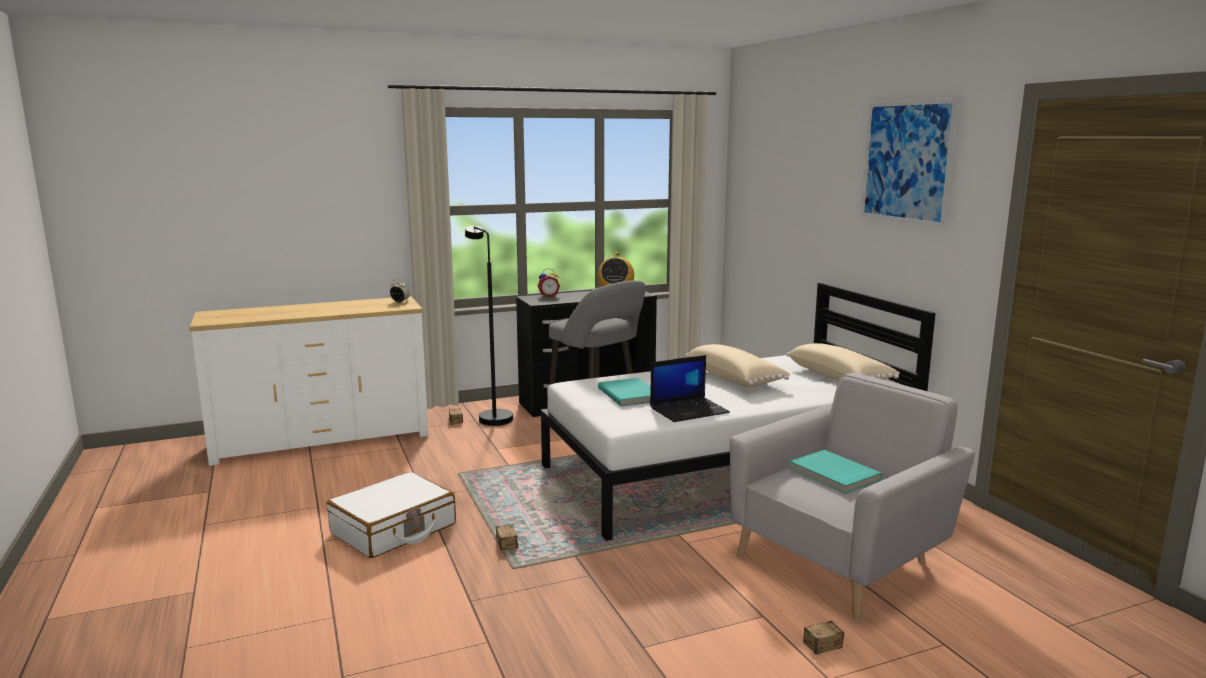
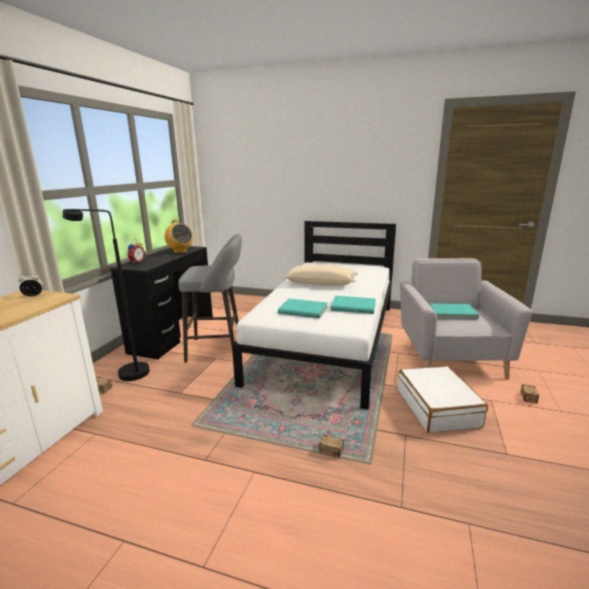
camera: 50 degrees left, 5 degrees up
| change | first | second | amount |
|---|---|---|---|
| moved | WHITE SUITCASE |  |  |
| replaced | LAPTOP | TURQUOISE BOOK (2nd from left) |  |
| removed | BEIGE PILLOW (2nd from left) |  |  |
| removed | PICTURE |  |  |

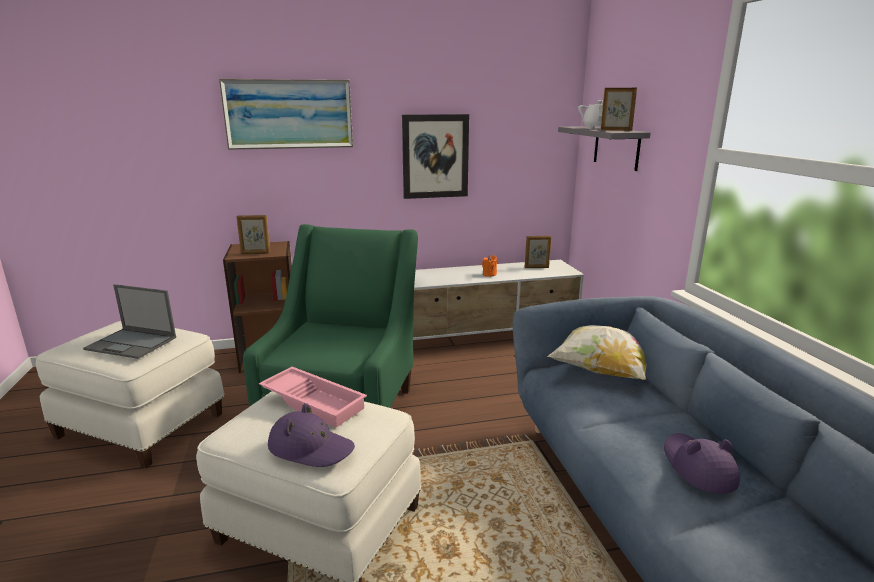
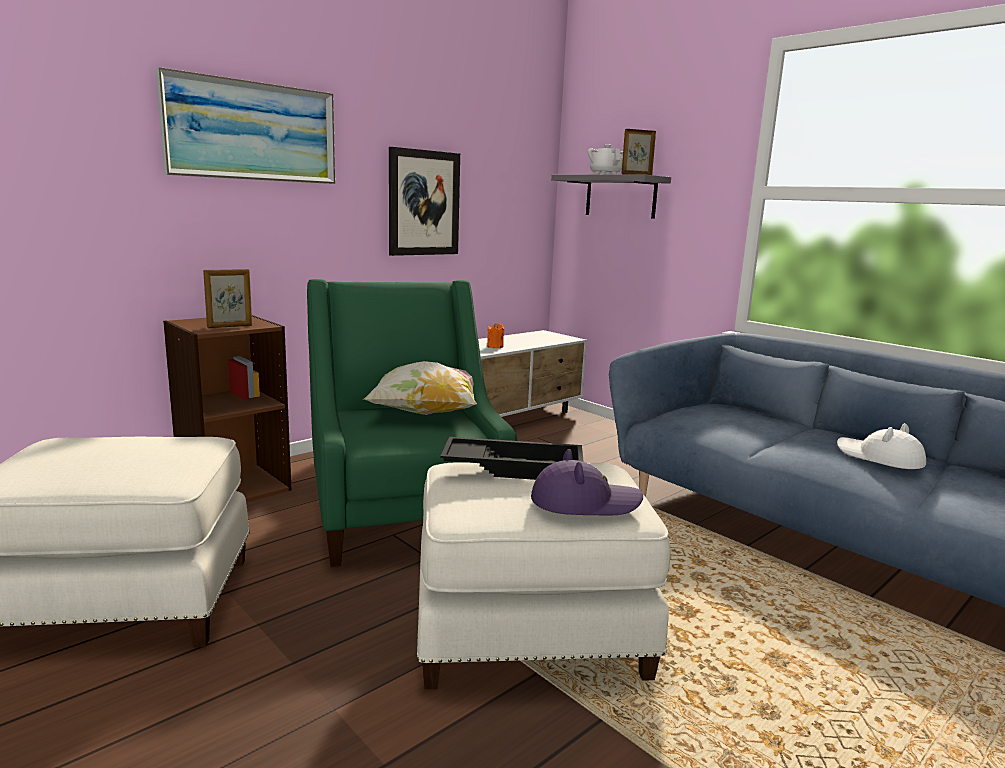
camera: 30 degrees left, 5 degrees down
| change | first | second | amount |
|---|---|---|---|
| removed | LAPTOP |  |  |
| recoloured | PINK TRAY | BLACK TRAY |  |
| removed | PICTURE FRAME (2nd from left) |  |  |
| moved | PILLOW |  |  |
| recoloured | PURPLE HAT (2nd from left) | WHITE HAT |  |

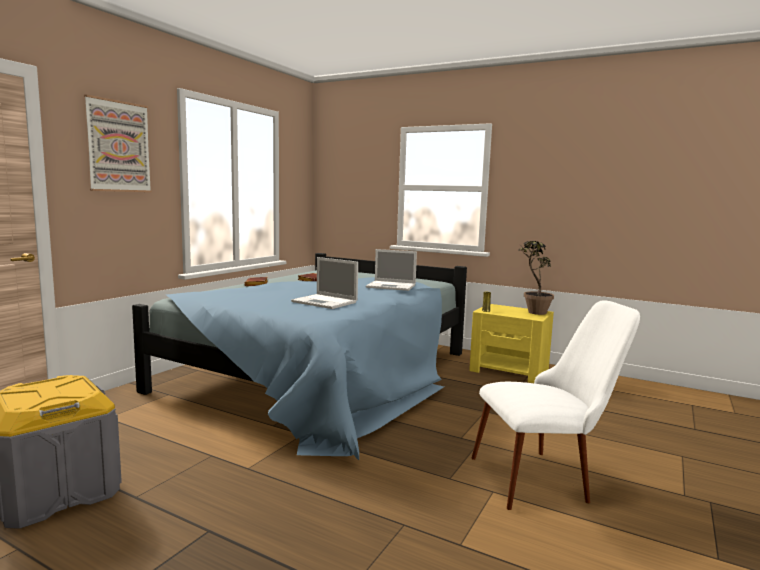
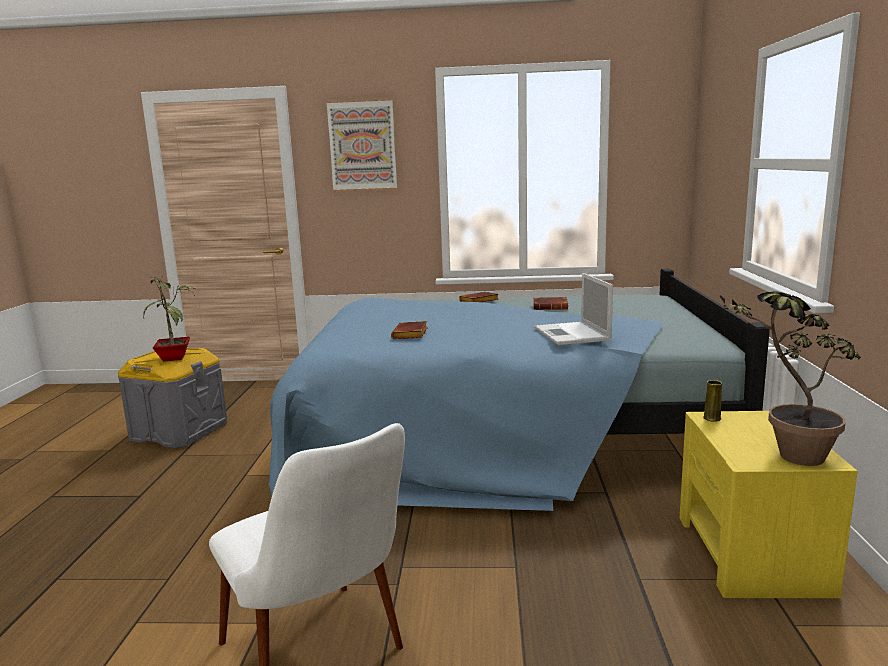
camera: 65 degrees right, 5 degrees up
| change | first | second | amount |
|---|---|---|---|
| replaced | LAPTOP (1st from left) | BROWN BOOK (1st from left) |  |
| added |  | POTTED PLANT (1st from left) |  |

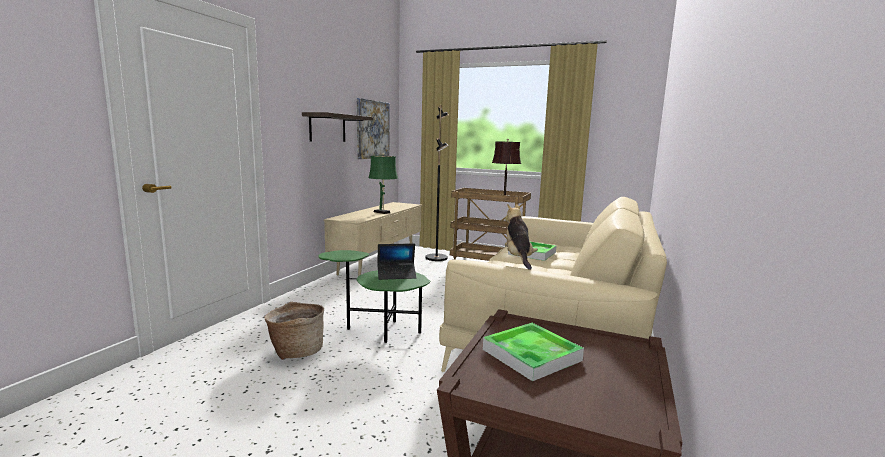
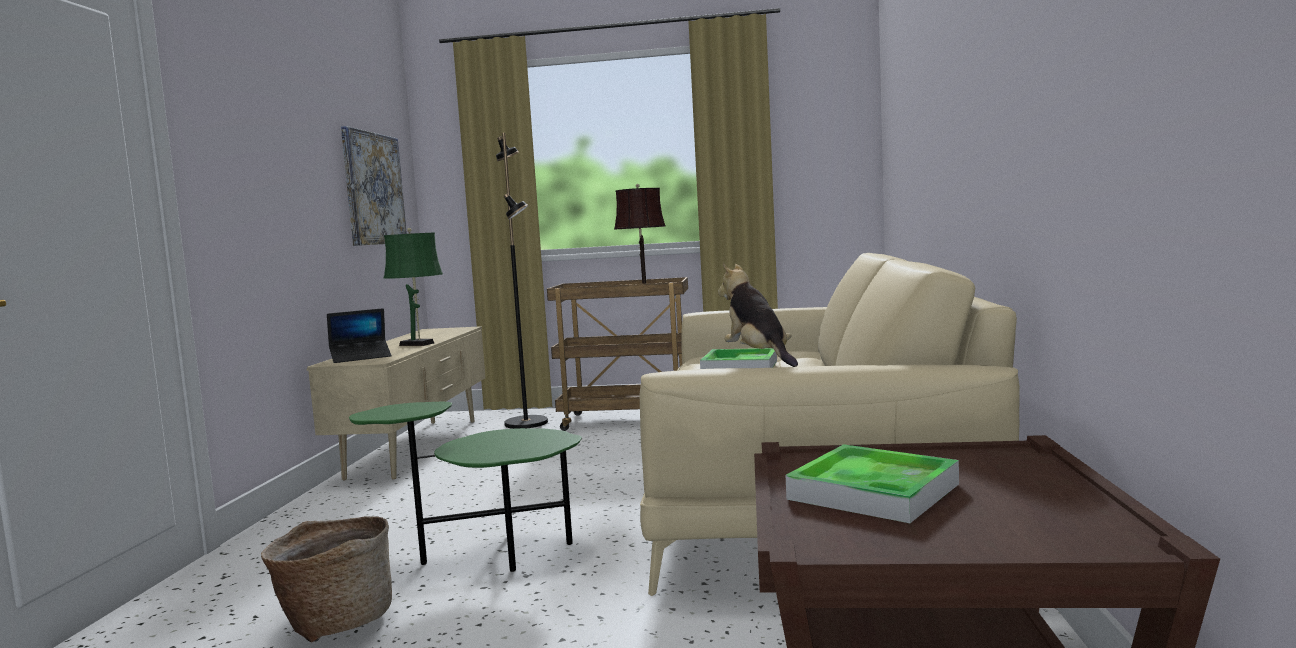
camera: 15 degrees left, 5 degrees down
| change | first | second | amount |
|---|---|---|---|
| removed | SHELF |  |  |
| moved | LAPTOP |  |  |

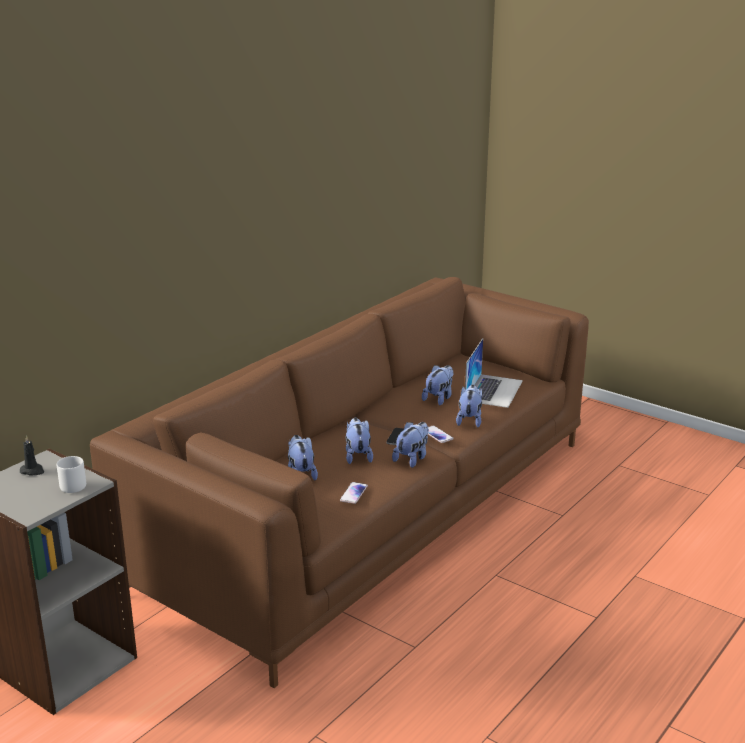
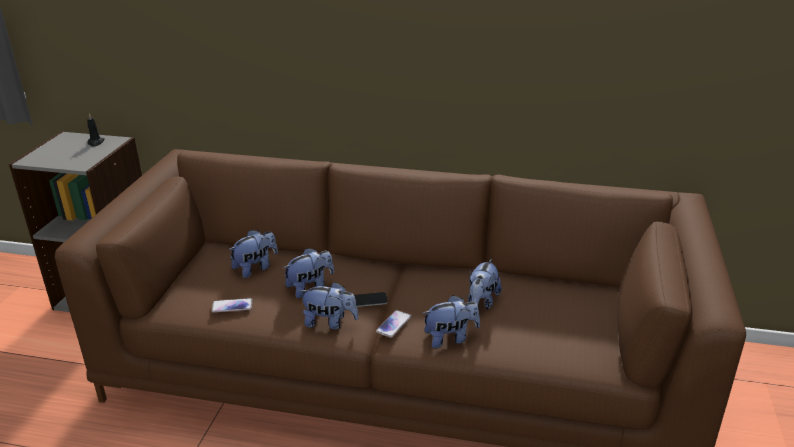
camera: 65 degrees right, 5 degrees up
| change | first | second | amount |
|---|---|---|---|
| removed | GREY MUG |  |  |
| turned | PLUSH TOY (4th from left in the first image) | PLUSH TOY (5th from left) | 105 degrees clockwise |
| removed | LAPTOP |  |  |

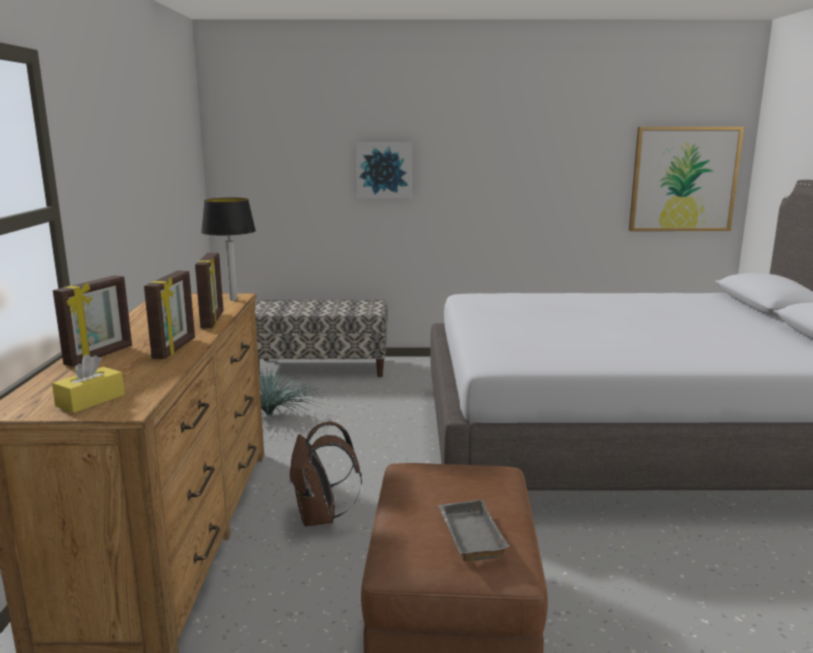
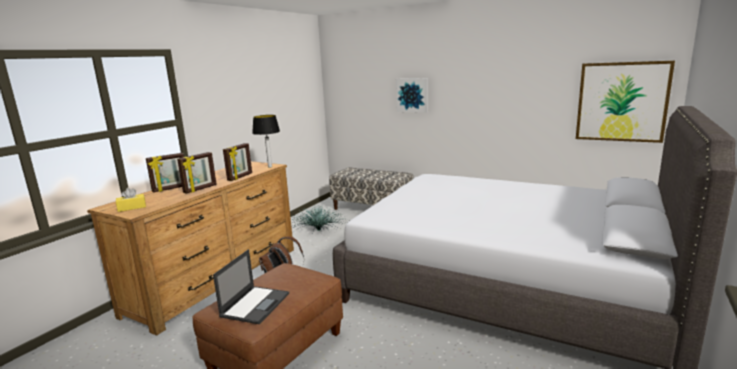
camera: 30 degrees right, 0 degrees up
| change | first | second | amount |
|---|---|---|---|
| replaced | GREY TRAY | LAPTOP |  |

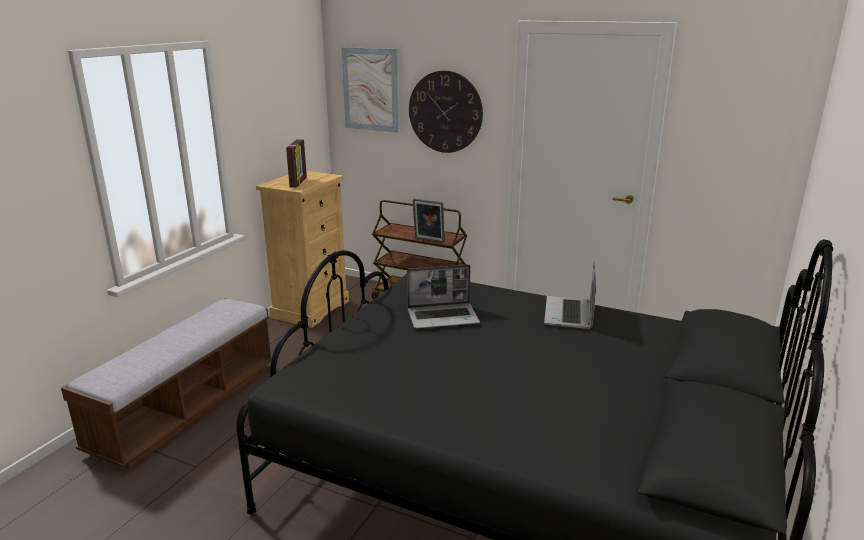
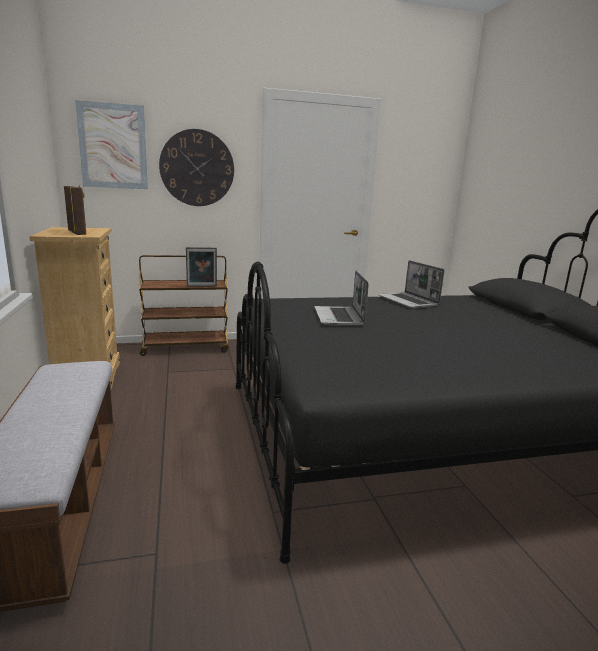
camera: 40 degrees left, 5 degrees down
| change | first | second | amount |
|---|---|---|---|
| turned | LAPTOP (1st from left) |  | 135 degrees clockwise |

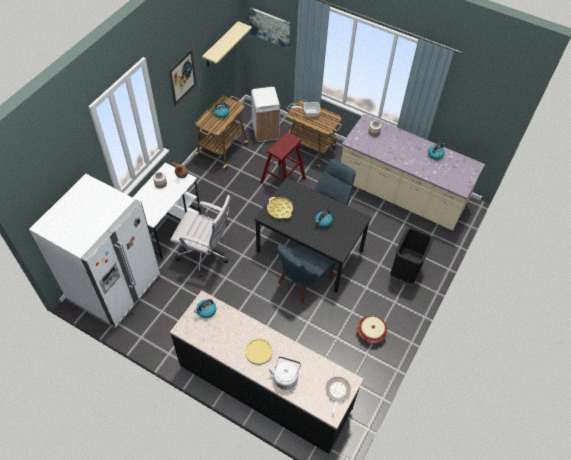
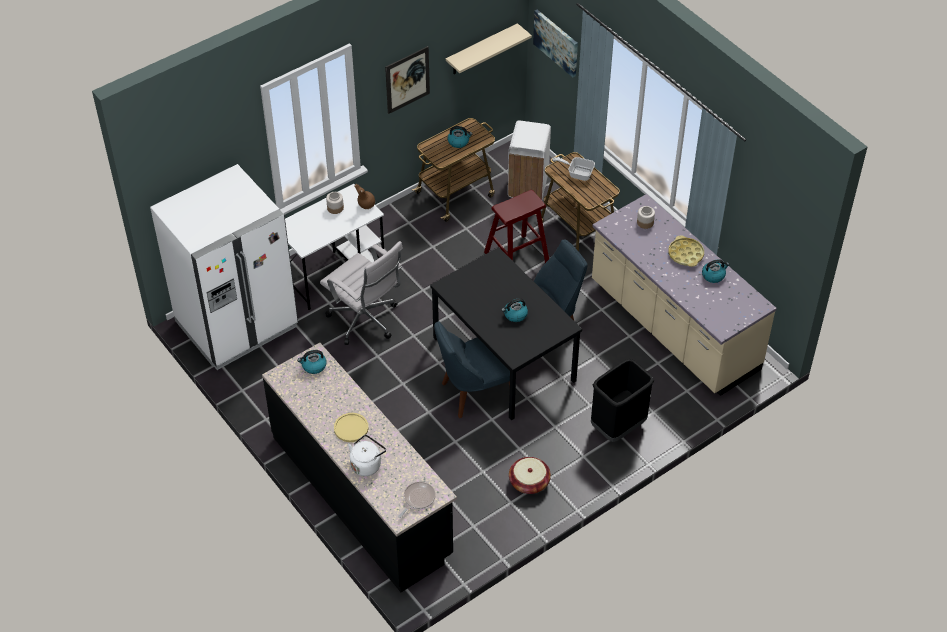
camera: 25 degrees right, 5 degrees down
| change | first | second | amount |
|---|---|---|---|
| moved | YELLOW TRAY |  |  |

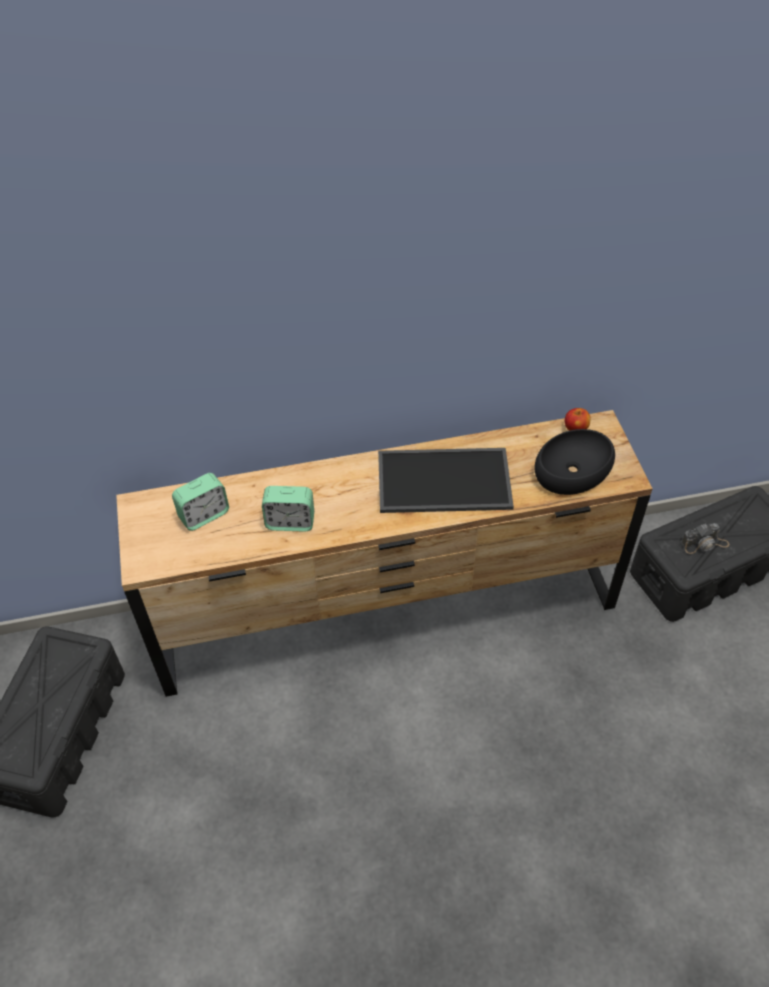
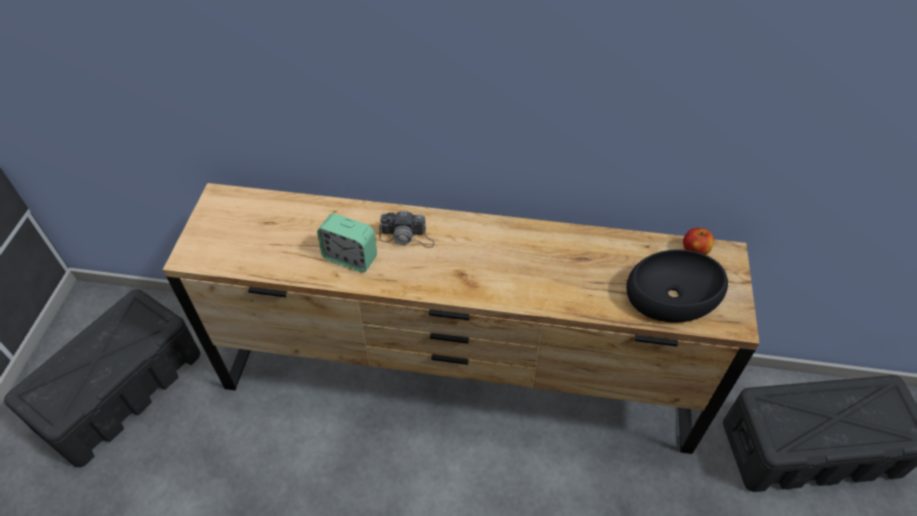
camera: 20 degrees right, 0 degrees up
| change | first | second | amount |
|---|---|---|---|
| removed | ALARM CLOCK (1st from left) |  |  |
| removed | TRAY |  |  |
| moved | PHOTO CAMERA |  |  |

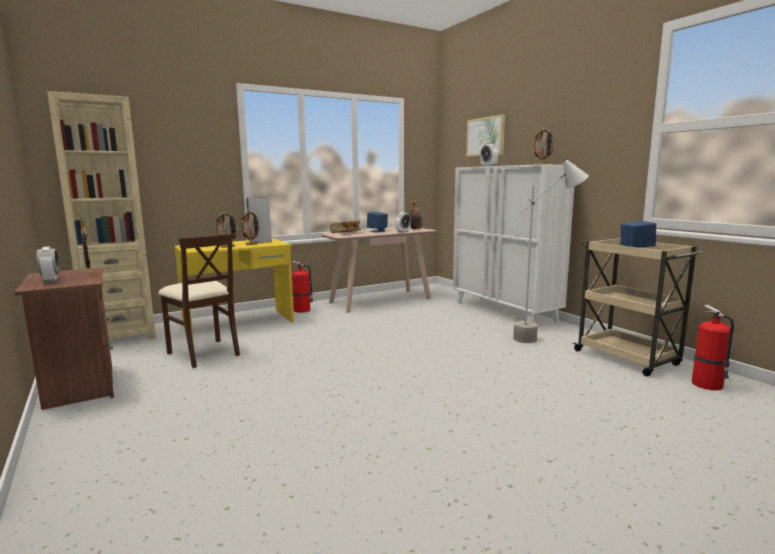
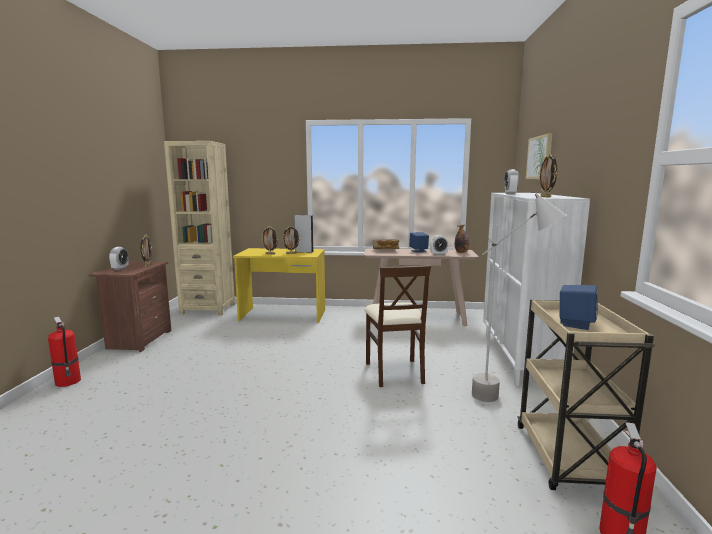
camera: 35 degrees right, 0 degrees up
| change | first | second | amount |
|---|---|---|---|
| moved | BEIGE CHAIR |  |  |
| moved | FIRE EXTINGUISHER (1st from left) |  |  |

